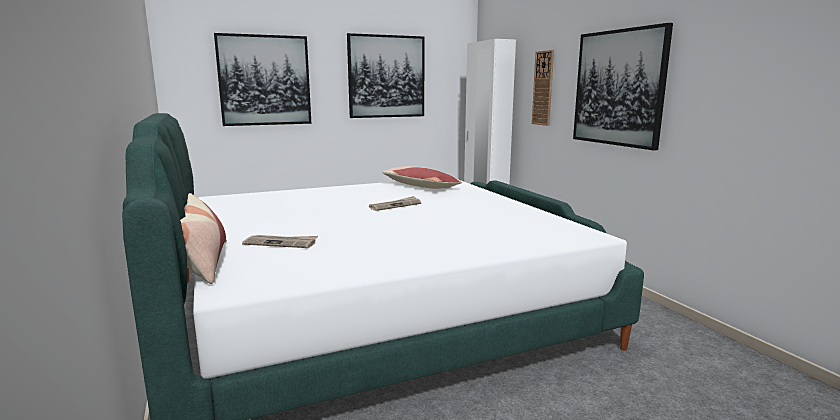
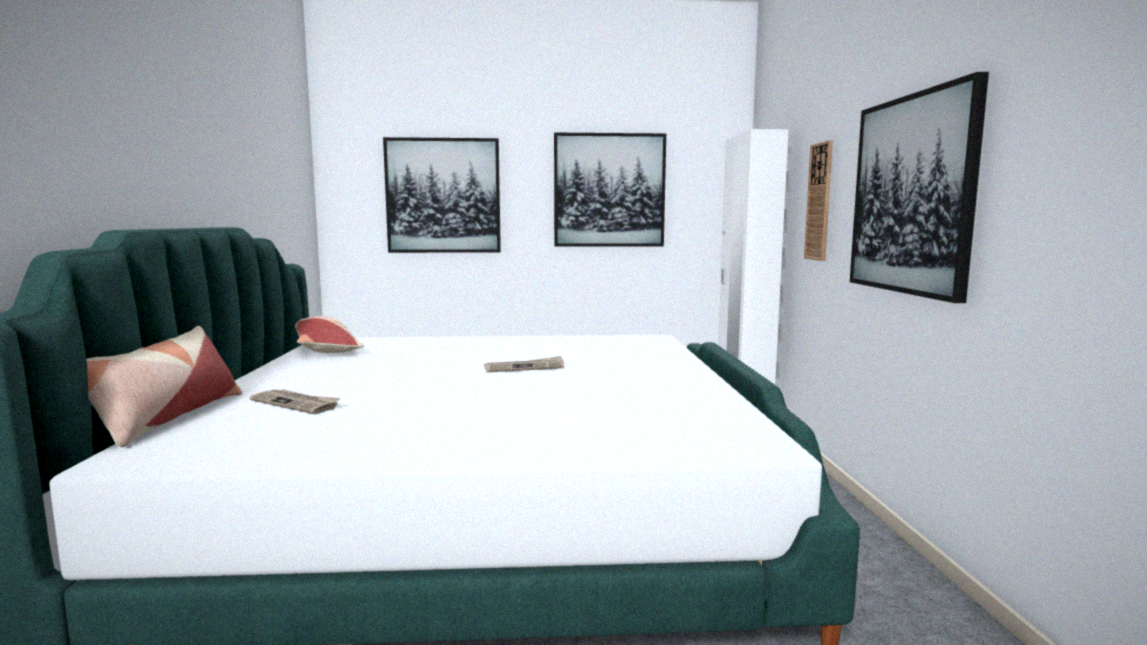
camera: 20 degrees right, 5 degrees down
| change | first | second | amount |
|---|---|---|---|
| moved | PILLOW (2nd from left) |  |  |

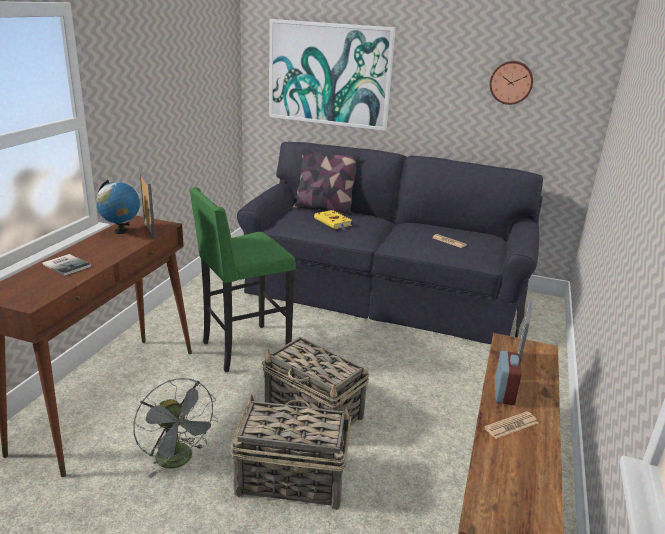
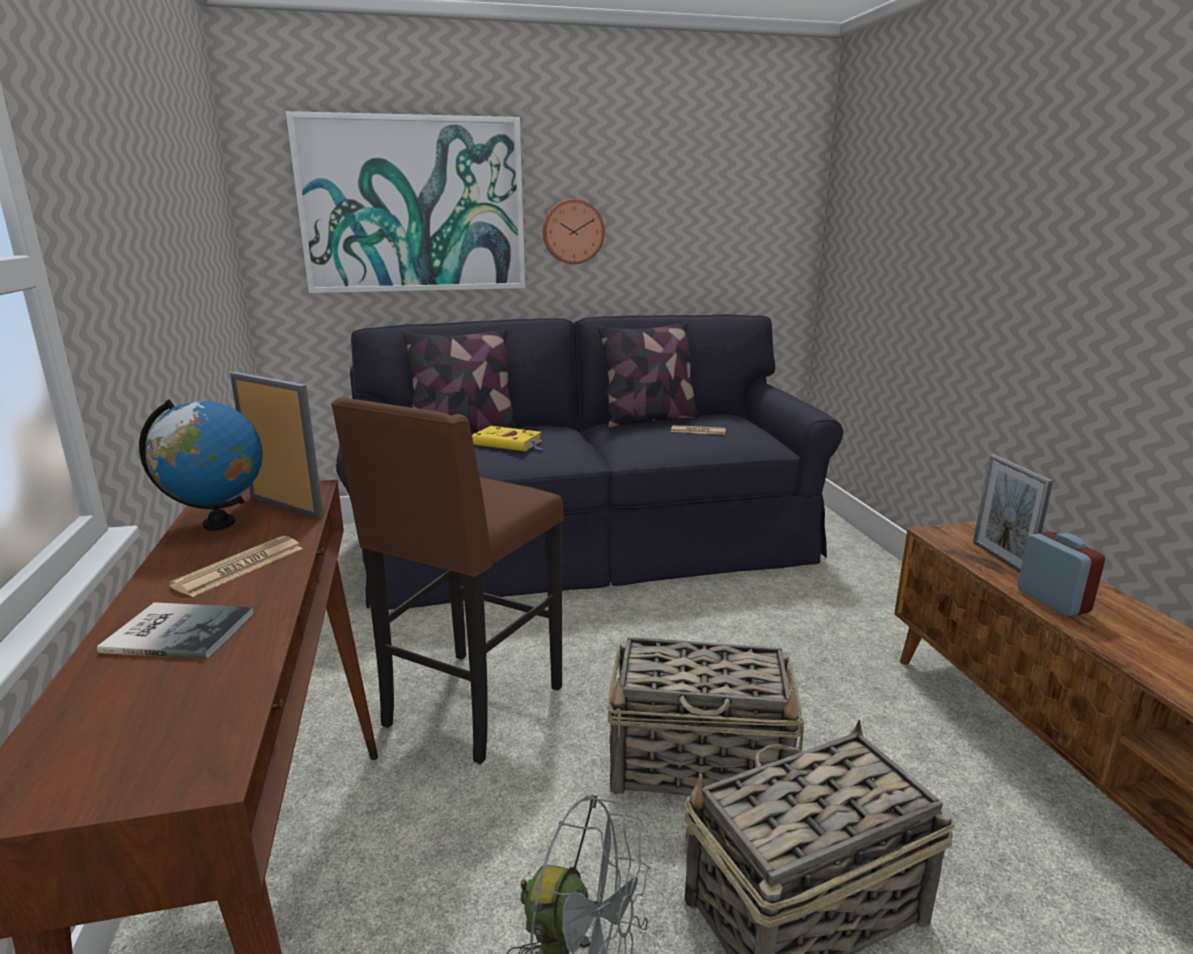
camera: 30 degrees left, 5 degrees down
| change | first | second | amount |
|---|---|---|---|
| recoloured | GREEN STOOL | BROWN STOOL |  |
| moved | NEWSPAPER (2nd from left in the first image) | NEWSPAPER (1st from left) |  |
| moved | WALL CLOCK |  |  |
| added |  | PILLOW (2nd from left) |  |

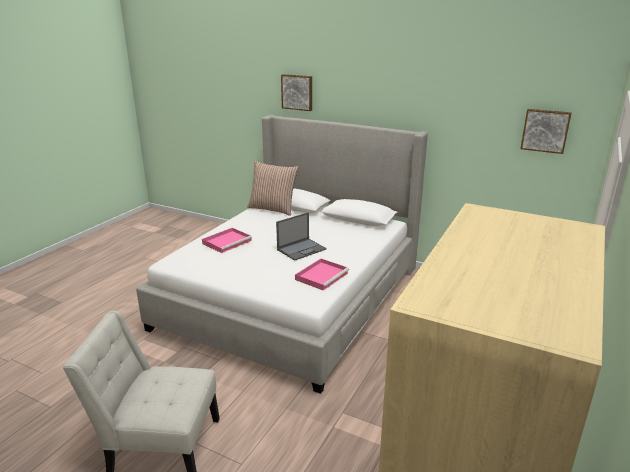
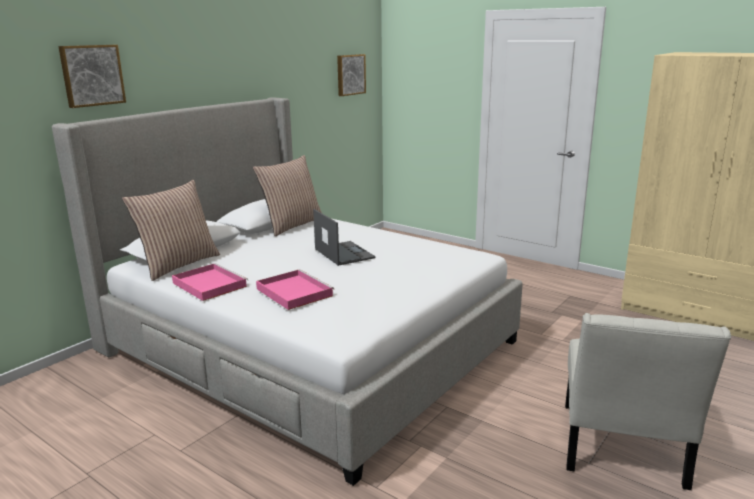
camera: 80 degrees left, 5 degrees down
| change | first | second | amount |
|---|---|---|---|
| moved | PINK TRAY (2nd from left in the first image) | PINK TRAY (1st from left) |  |
| added |  | PILLOW (2nd from left) |  |

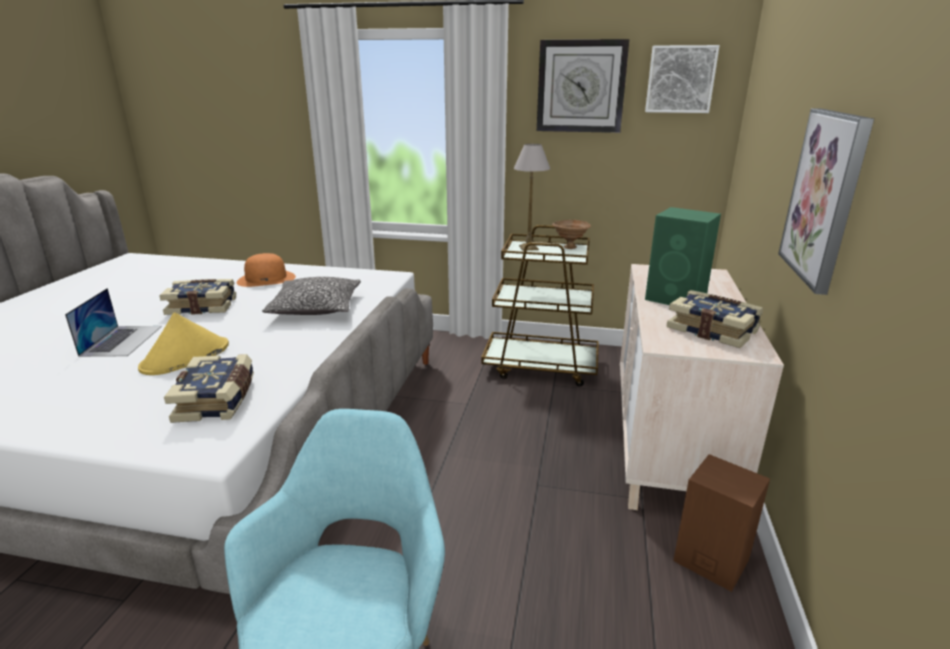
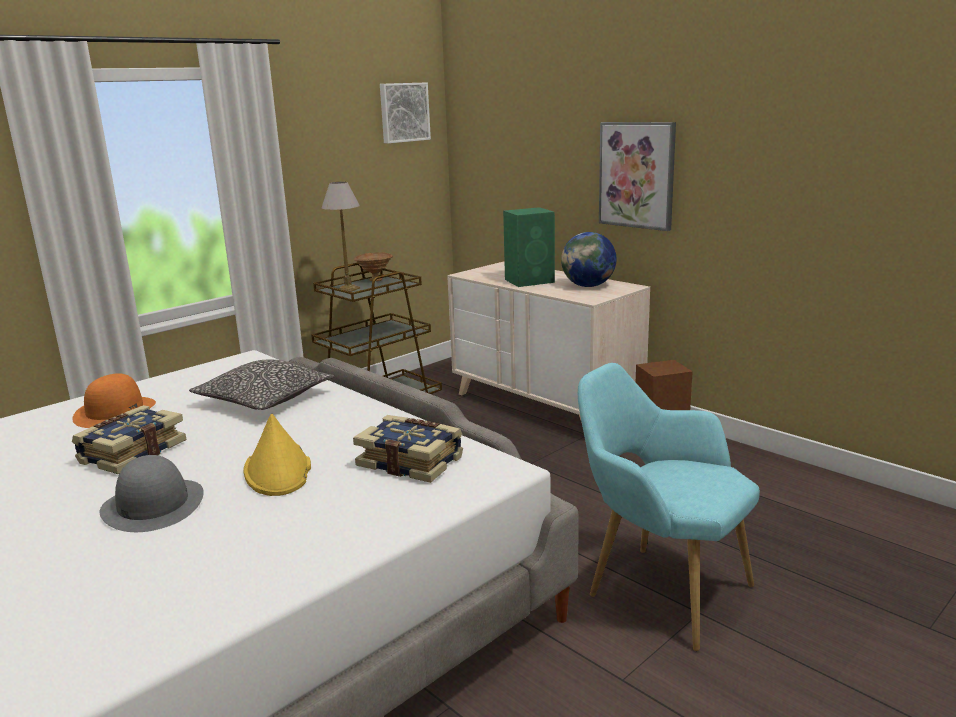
camera: 55 degrees left, 5 degrees down
| change | first | second | amount |
|---|---|---|---|
| replaced | LAPTOP | GREY HAT |  |
| removed | WALL CLOCK |  |  |
| replaced | BOOK (3rd from left) | GLOBE |  |

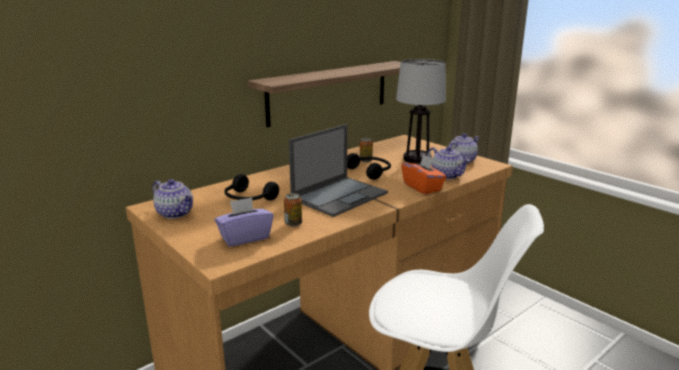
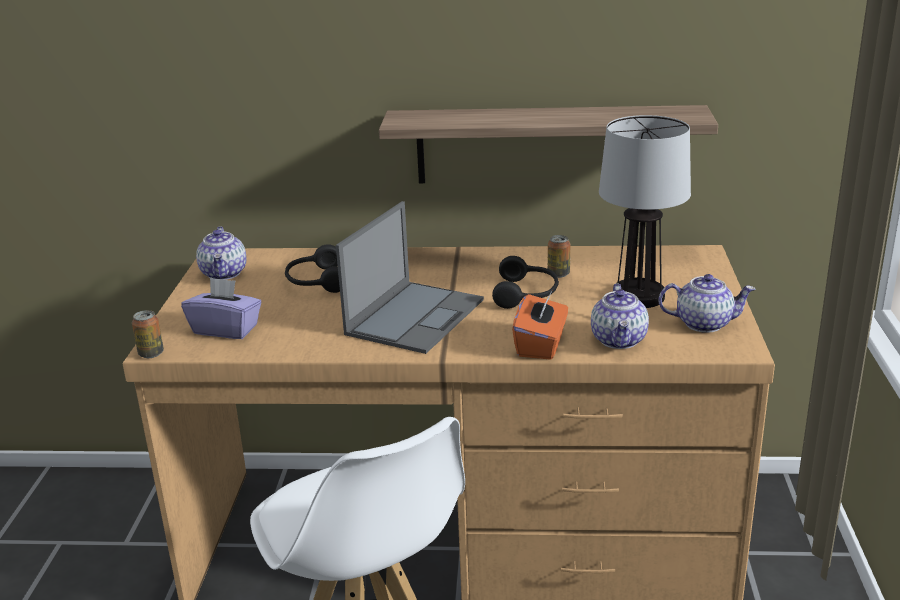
camera: 45 degrees right, 5 degrees up
| change | first | second | amount |
|---|---|---|---|
| moved | CAN (1st from left) |  |  |
| turned | LAPTOP |  | 60 degrees counterclockwise |

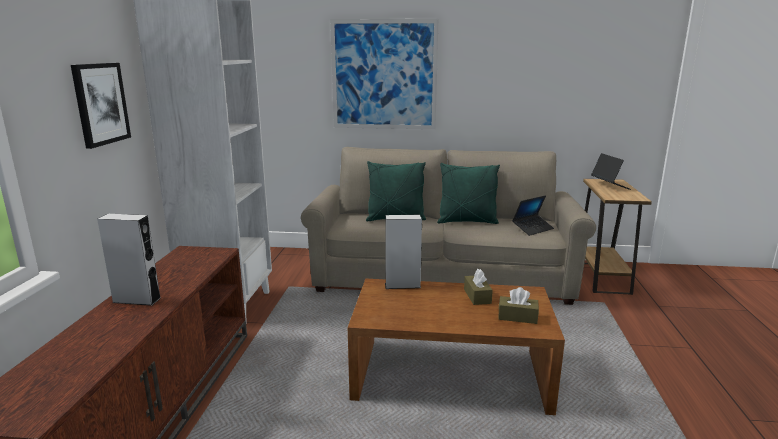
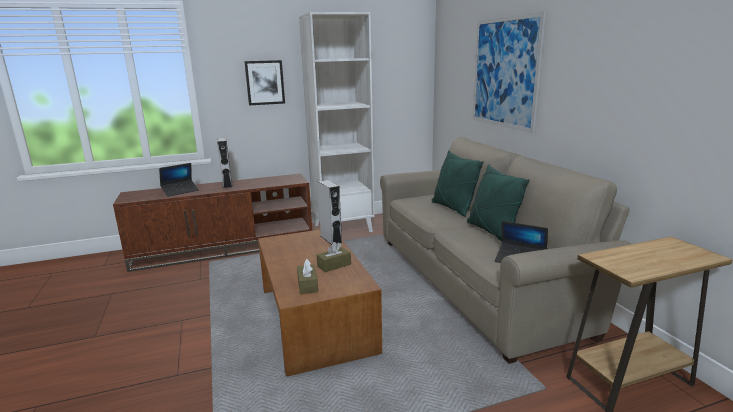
camera: 65 degrees right, 0 degrees up
| change | first | second | amount |
|---|---|---|---|
| moved | LAPTOP (2nd from left in the first image) | LAPTOP (1st from left) |  |

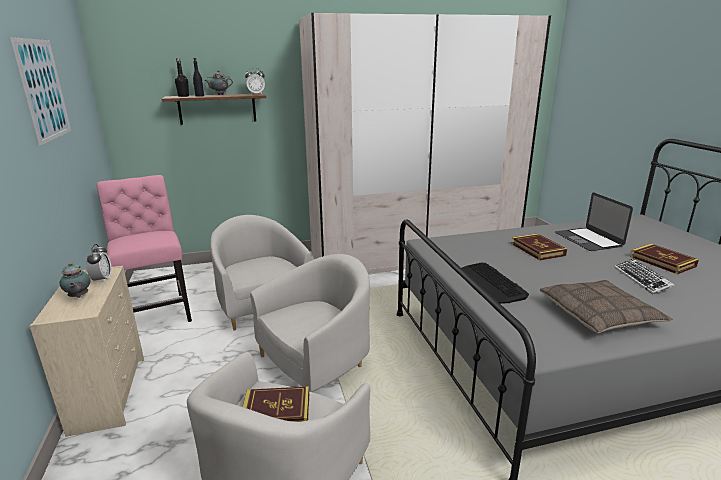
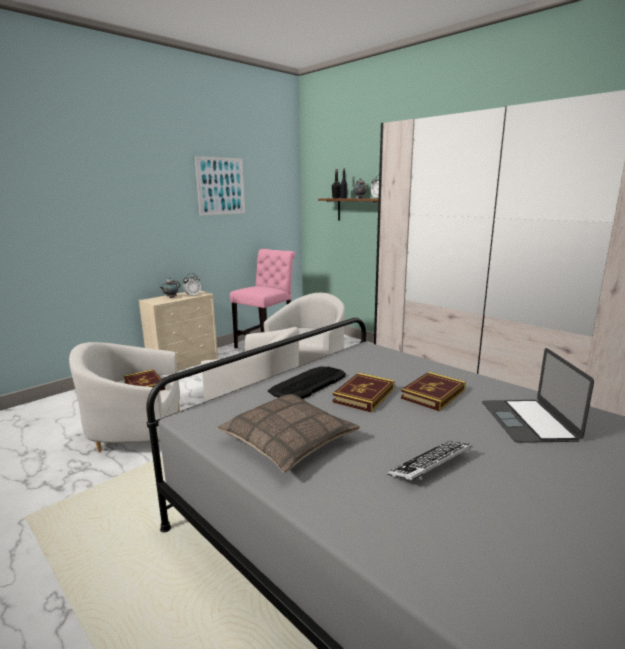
camera: 60 degrees right, 5 degrees down
| change | first | second | amount |
|---|---|---|---|
| turned | LAPTOP |  | 45 degrees counterclockwise |
| moved | BOOK (3rd from left in the first image) | BOOK (2nd from left) |  |

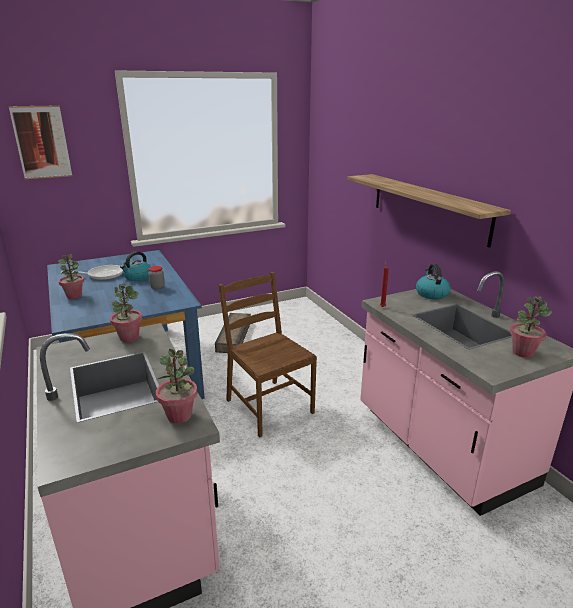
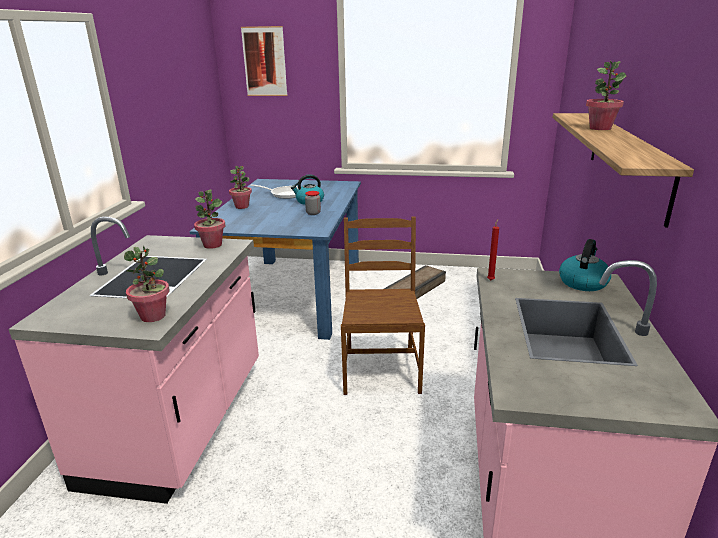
camera: 35 degrees right, 0 degrees up
| change | first | second | amount |
|---|---|---|---|
| moved | POTTED PLANT (4th from left) |  |  |

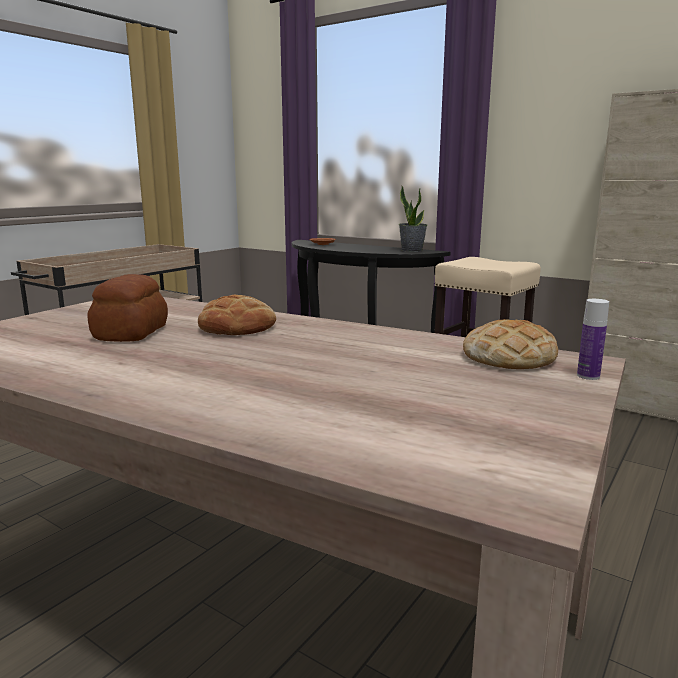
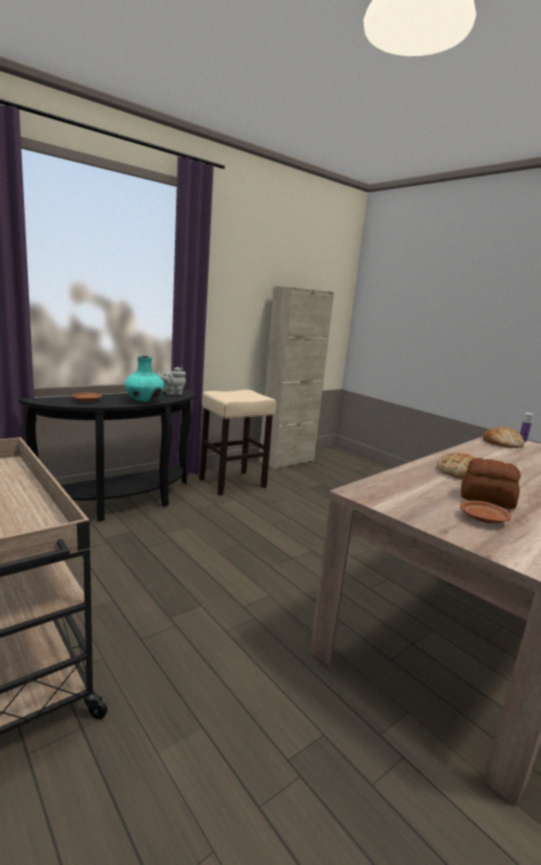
camera: 75 degrees left, 0 degrees up
| change | first | second | amount |
|---|---|---|---|
| replaced | POTTED PLANT | GREY TEAPOT |  |
| added |  | TURQUOISE VASE |  |
| added |  | BROWN PLATE (2nd from left) |  |

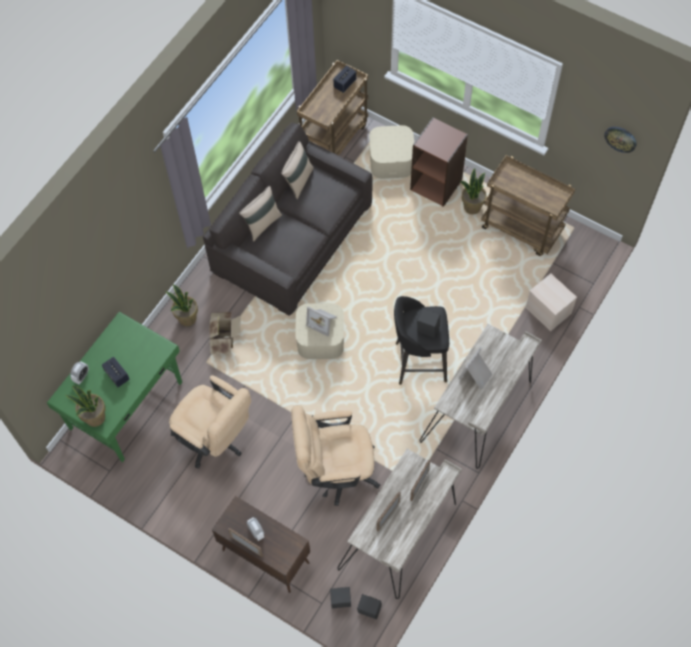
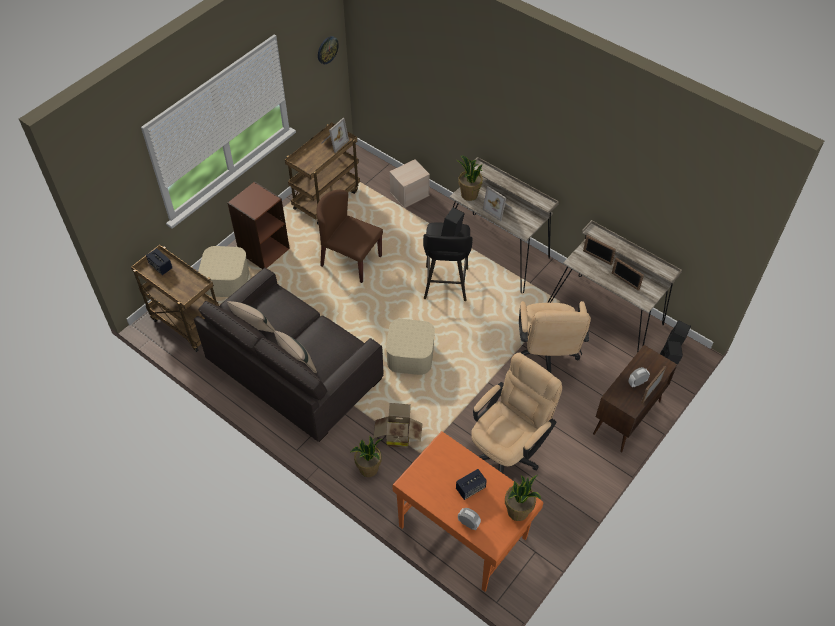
camera: 85 degrees left, 10 degrees down
| change | first | second | amount |
|---|---|---|---|
| recoloured | GREEN DESK | ORANGE DESK |  |
| moved | PICTURE FRAME (2nd from left in the first image) | PICTURE FRAME (1st from left) |  |
| moved | POTTED PLANT (3rd from left in the first image) | POTTED PLANT (2nd from left) |  |
| added |  | BROWN CHAIR |  |

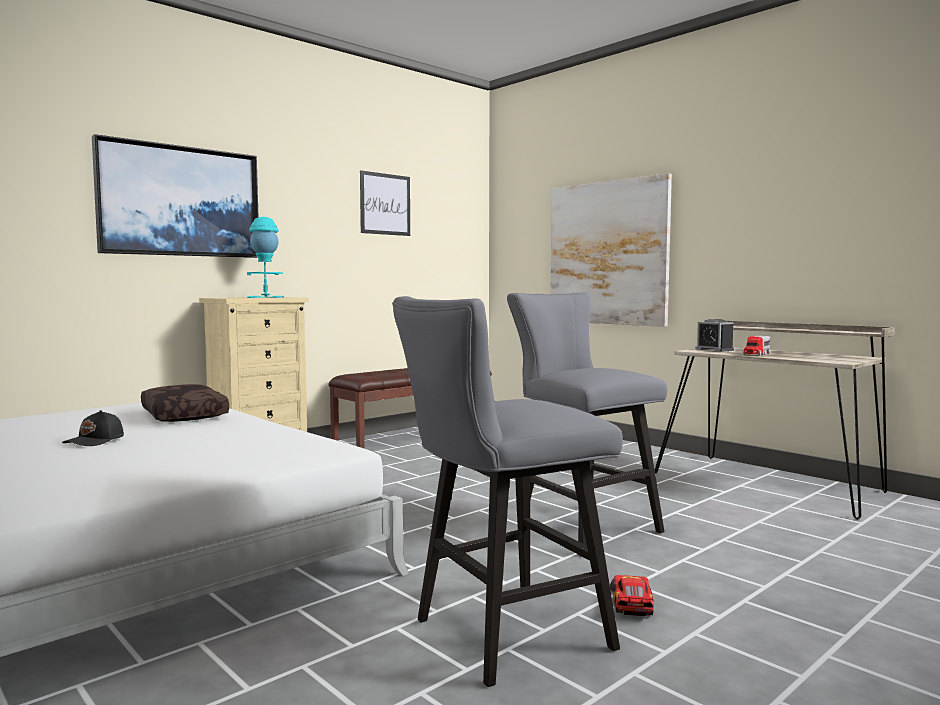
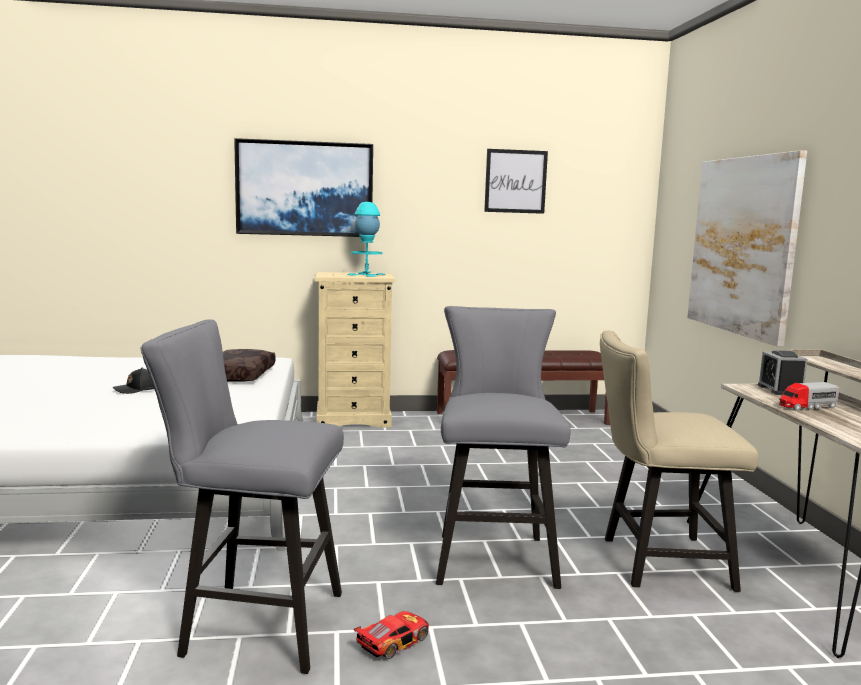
camera: 35 degrees right, 5 degrees up
| change | first | second | amount |
|---|---|---|---|
| added |  | BEIGE CHAIR |  |

